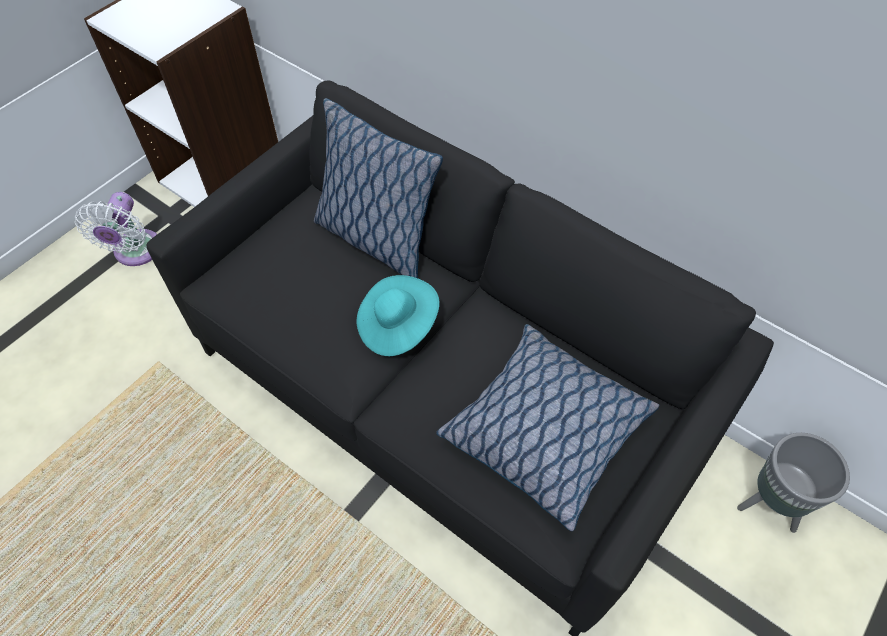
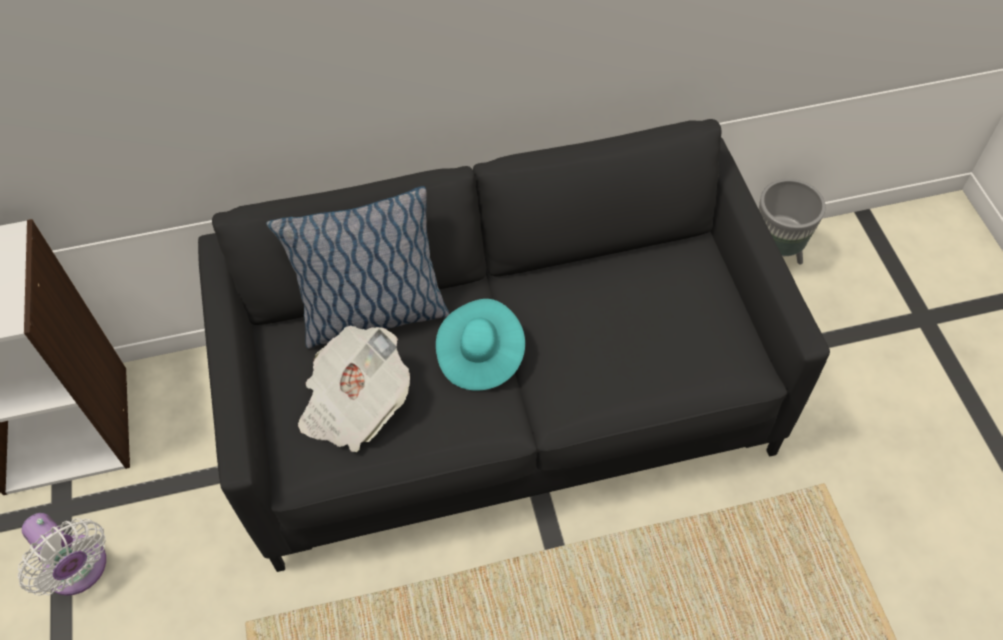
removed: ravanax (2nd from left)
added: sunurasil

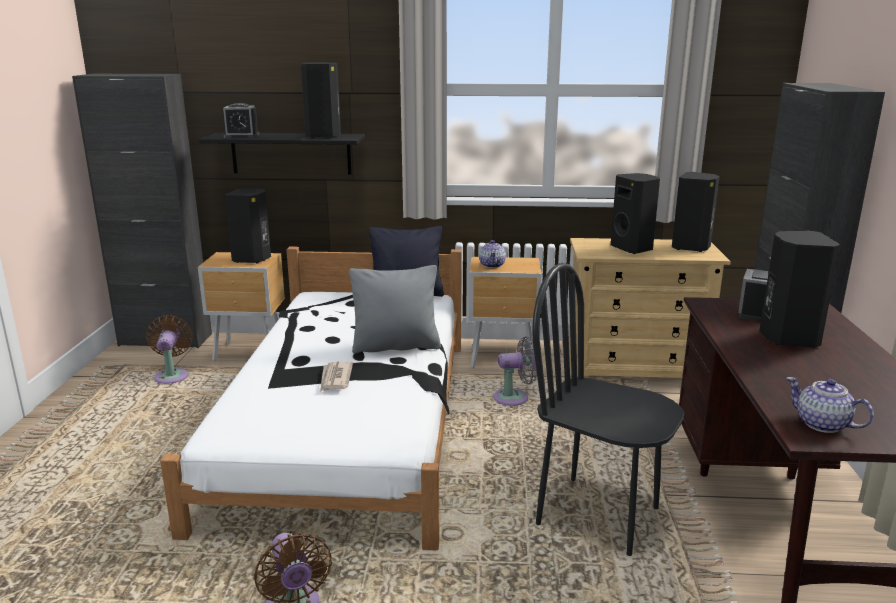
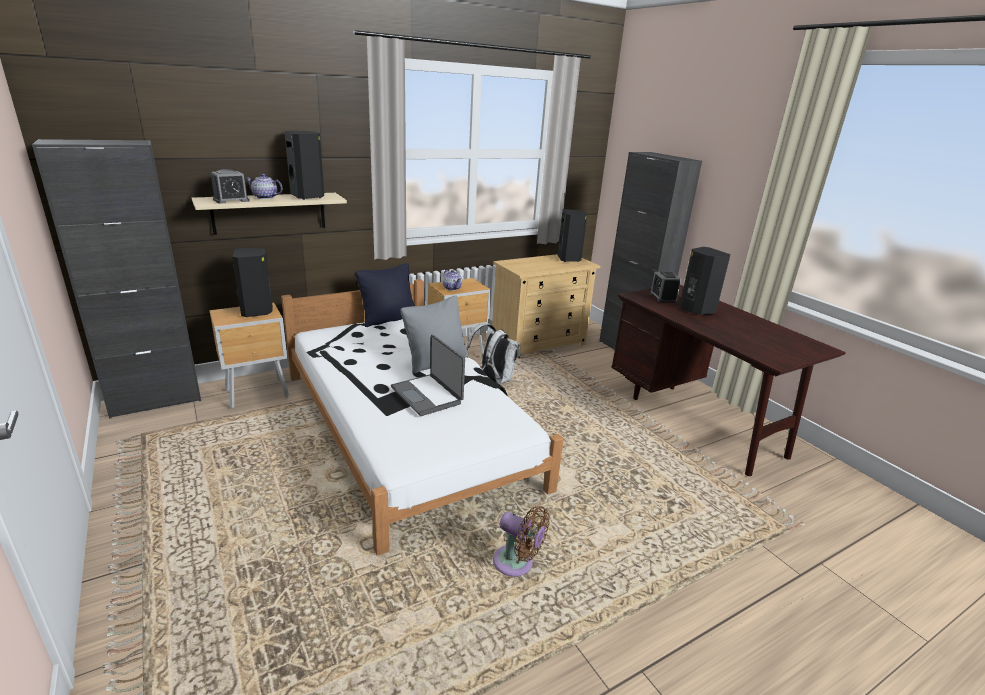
removed: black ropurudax (3rd from left); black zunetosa; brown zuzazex (1st from left)
moved: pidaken (2nd from left in the first image) to pidaken (1st from left)
replaced: grey zuzazex to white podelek; sunurasil to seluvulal
recoloured: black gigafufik to beige gigafufik

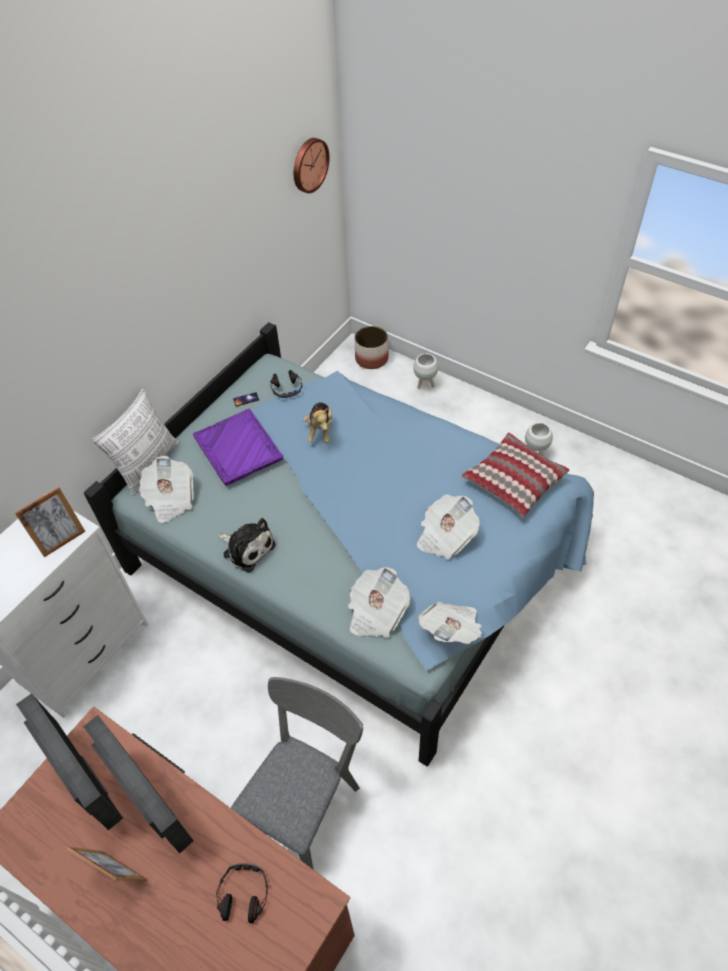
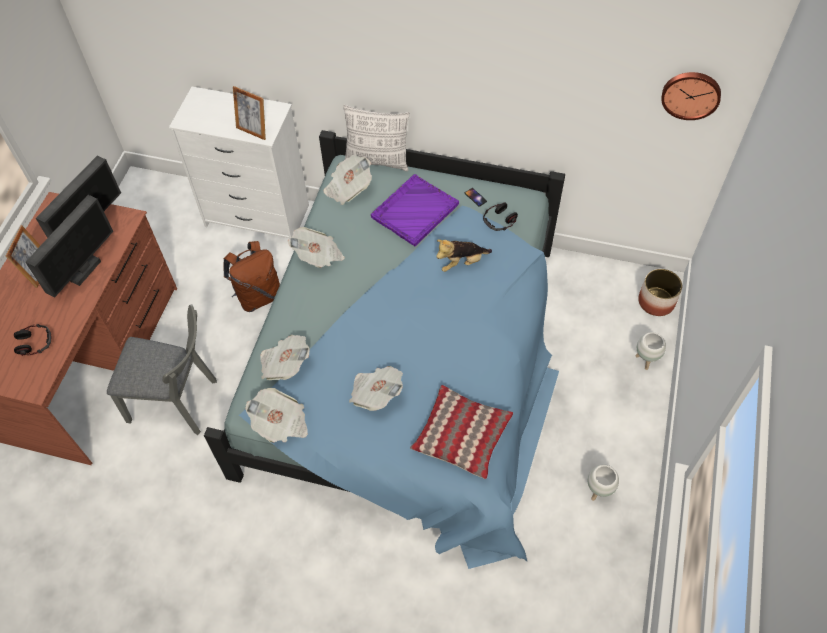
added: brown podelek
replaced: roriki (1st from left) to sunurasil (3rd from left)

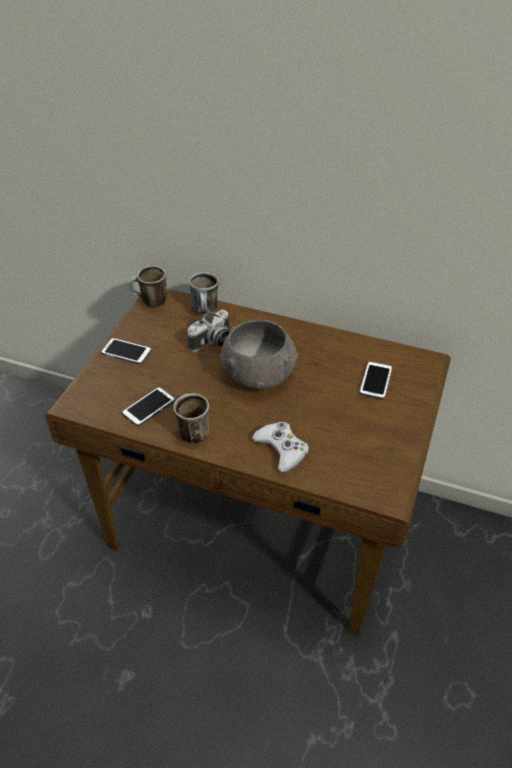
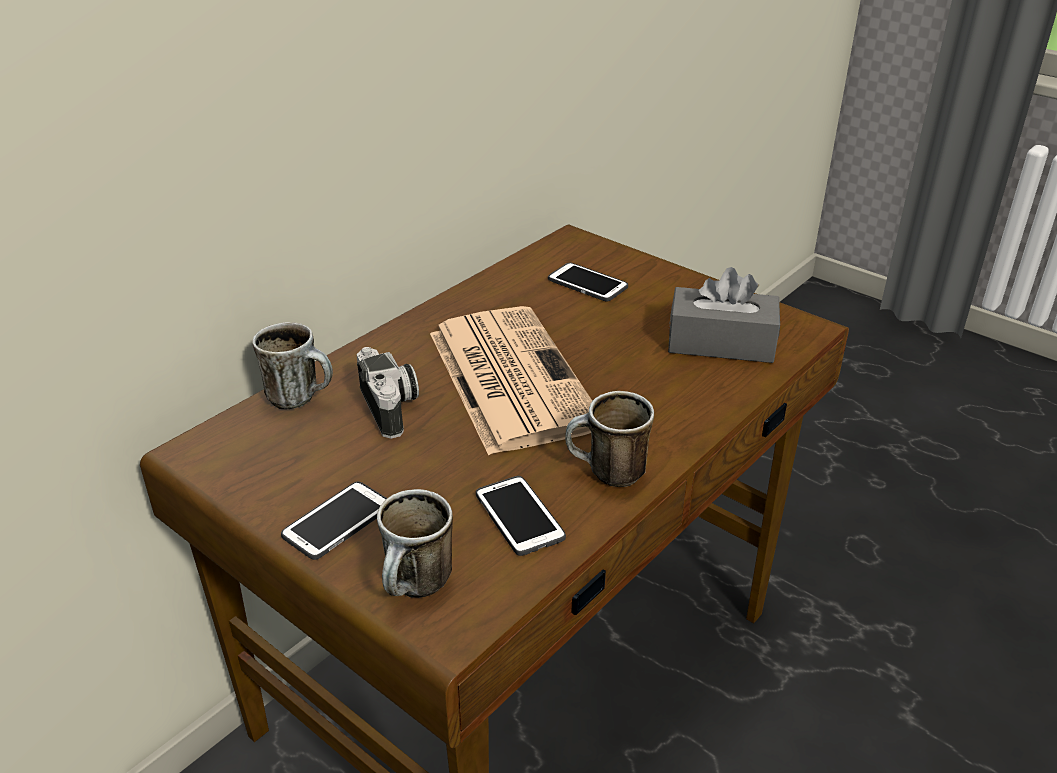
removed: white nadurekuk
added: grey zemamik
moved: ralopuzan (1st from left in the first image) to ralopuzan (2nd from left)
replaced: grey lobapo to sunurasil

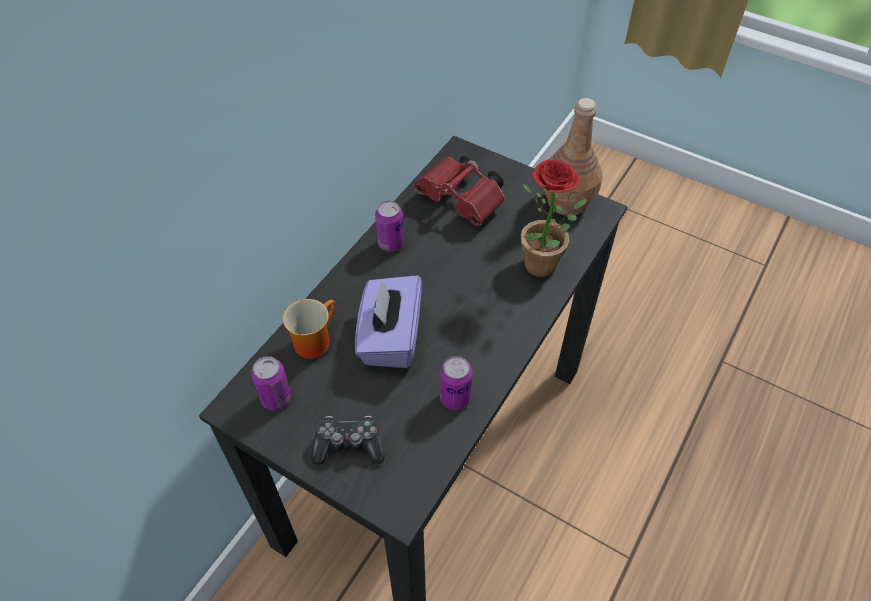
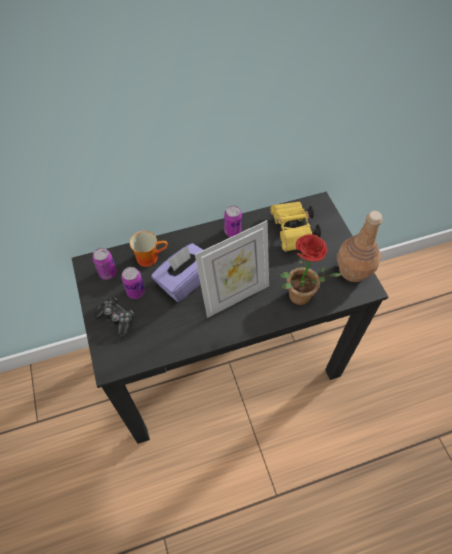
added: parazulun
moved: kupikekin (3rd from left in the first image) to kupikekin (2nd from left)
recoloured: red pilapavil to yellow pilapavil

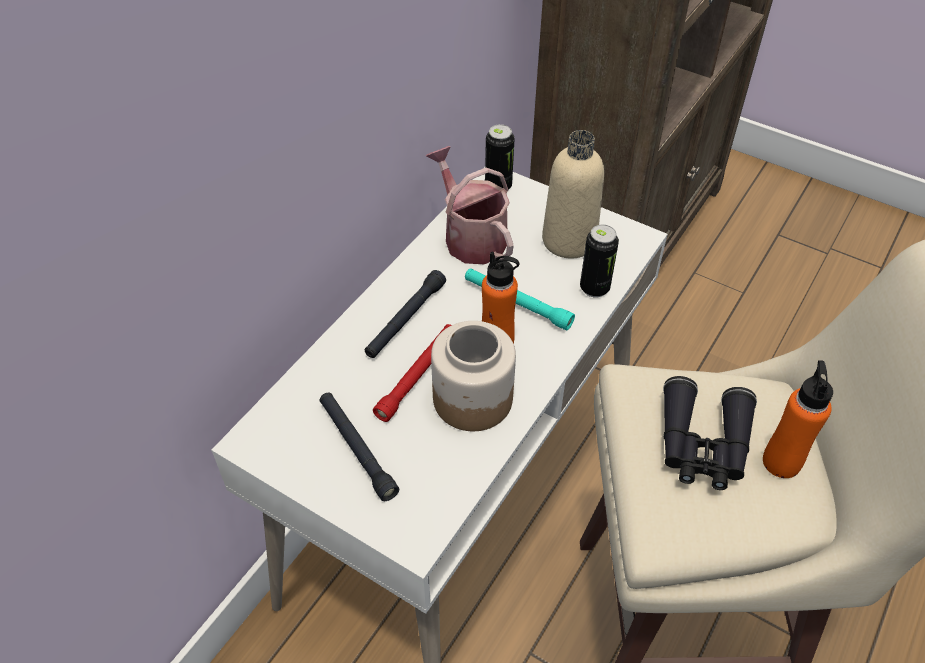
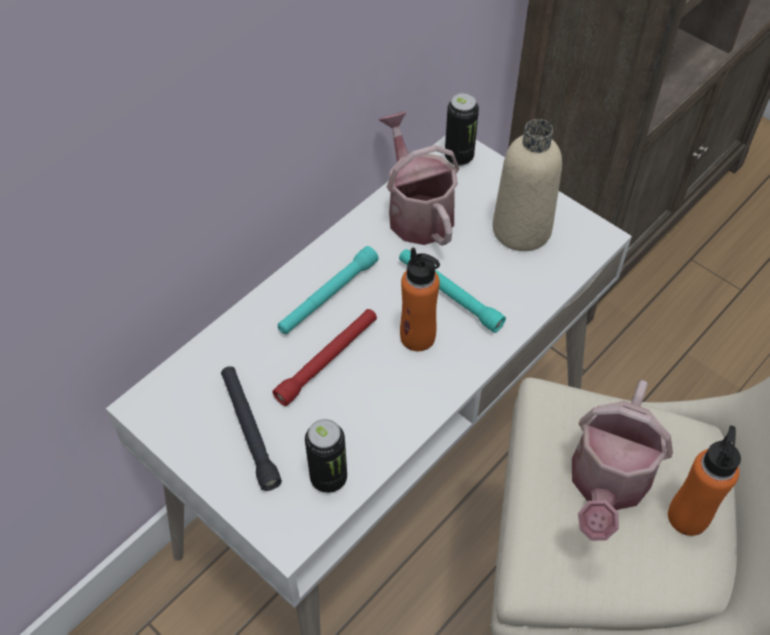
removed: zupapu
moved: kupikekin (2nd from left in the first image) to kupikekin (1st from left)
replaced: black pilapavil to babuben (2nd from left)
recoloured: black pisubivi (2nd from left) to turquoise pisubivi (1st from left)

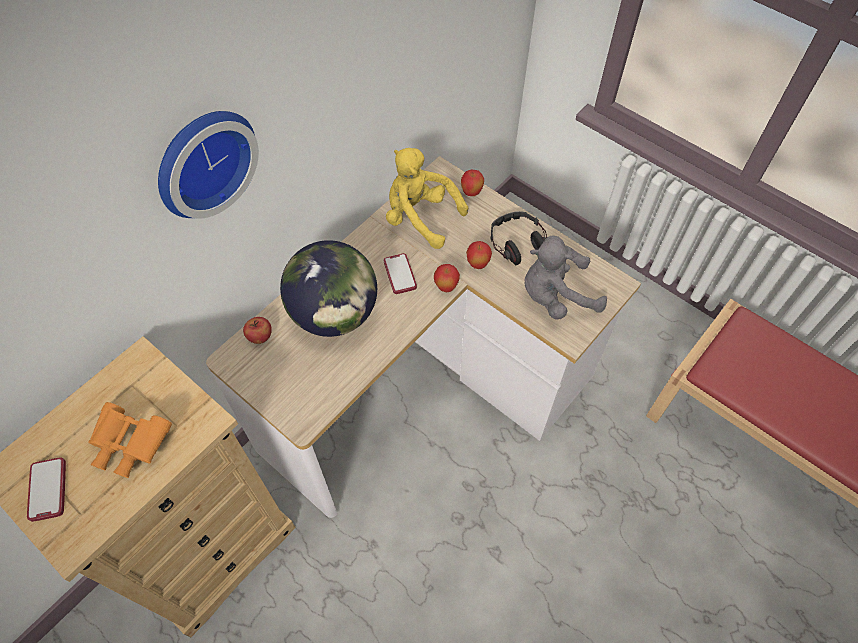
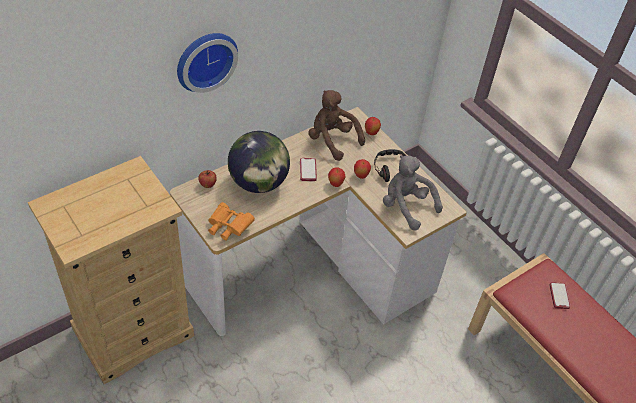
moved: orange pilapavil; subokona (1st from left in the first image) to subokona (2nd from left)
recoloured: yellow roriki to brown roriki
turned: grey roriki 45 degrees clockwise

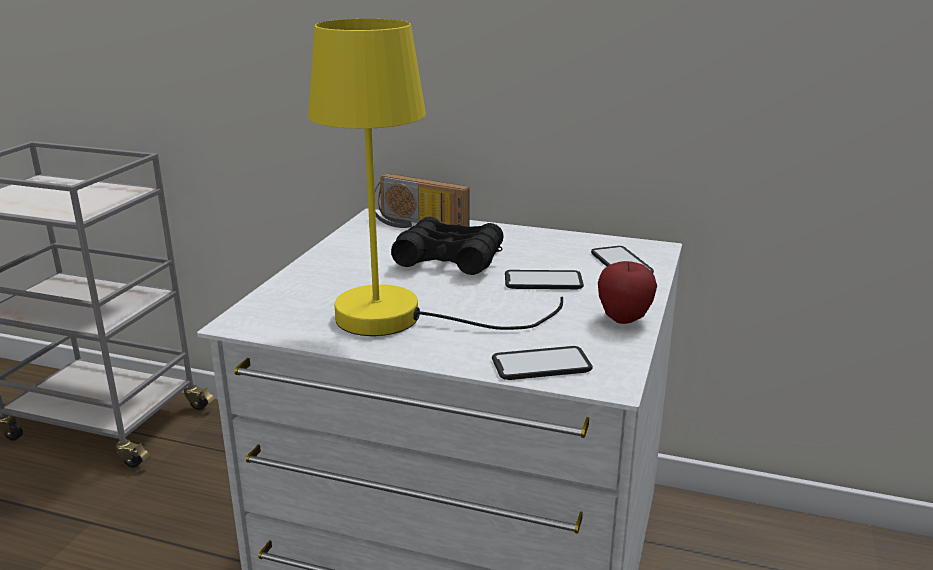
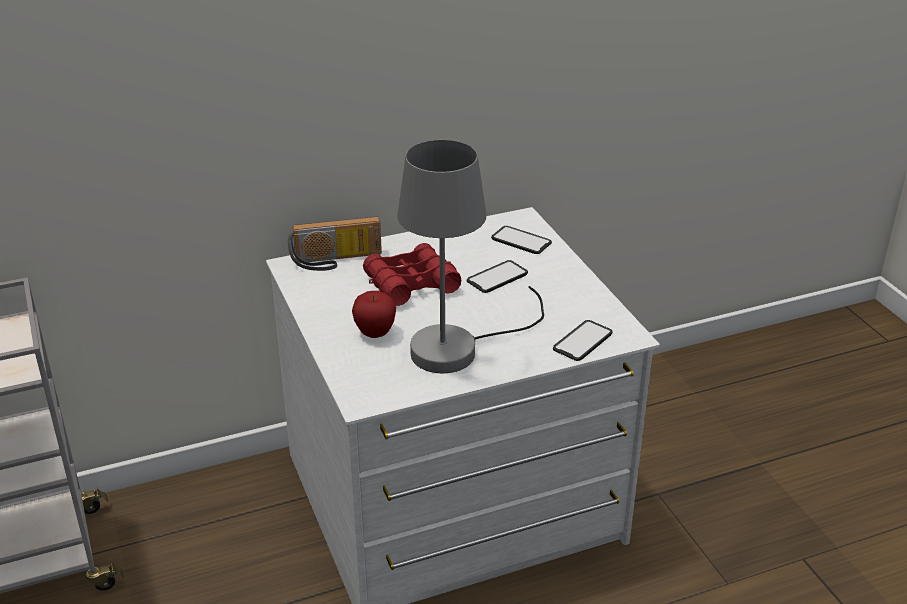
moved: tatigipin
recoloured: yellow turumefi to grey turumefi; black pilapavil to red pilapavil

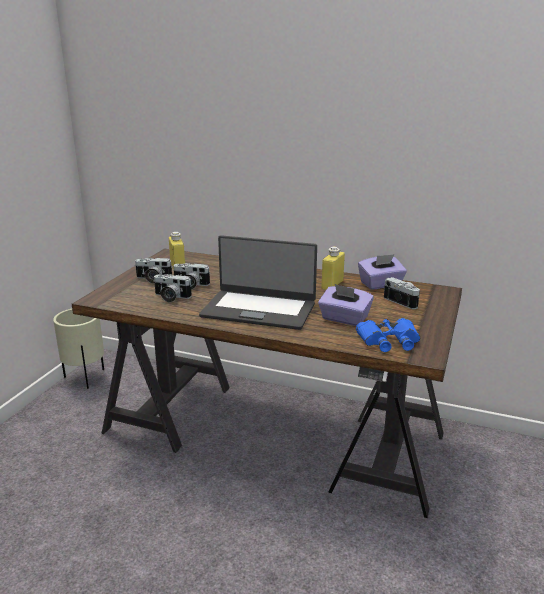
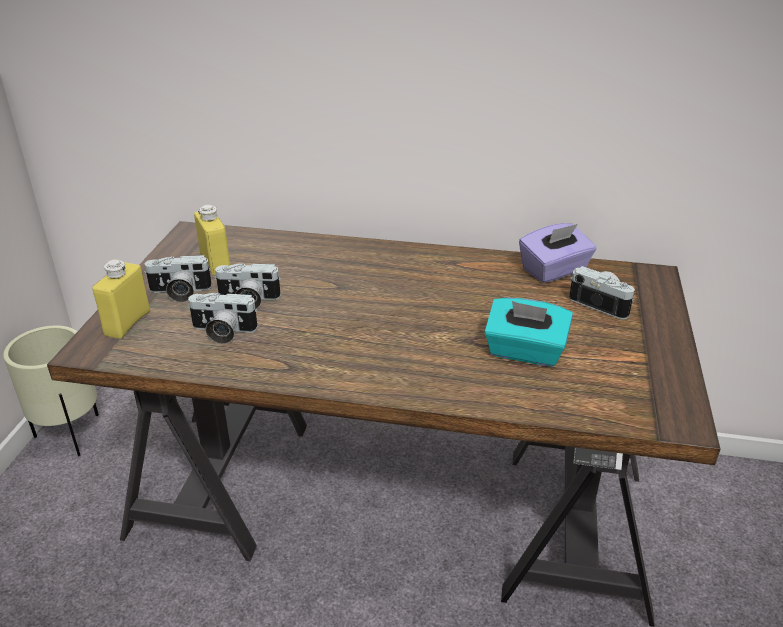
removed: seluvulal; blue pilapavil
moved: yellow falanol (2nd from left in the first image) to yellow falanol (1st from left)
recoloured: purple zemamik (1st from left) to turquoise zemamik

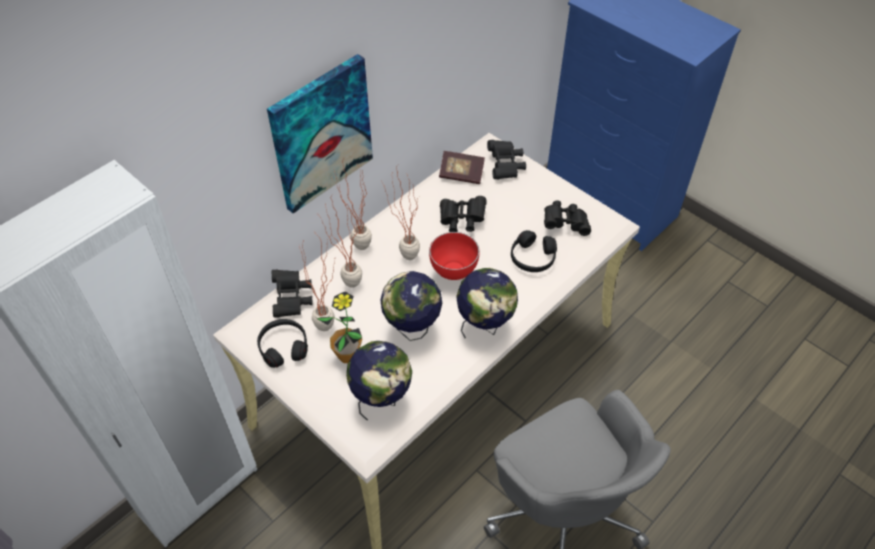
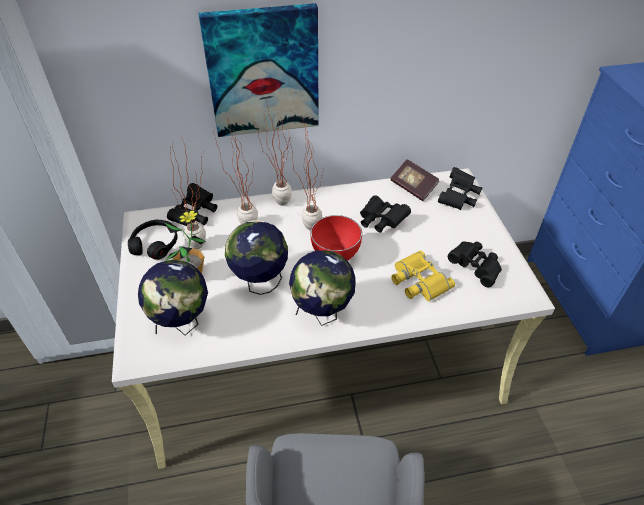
replaced: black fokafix (2nd from left) to yellow pilapavil

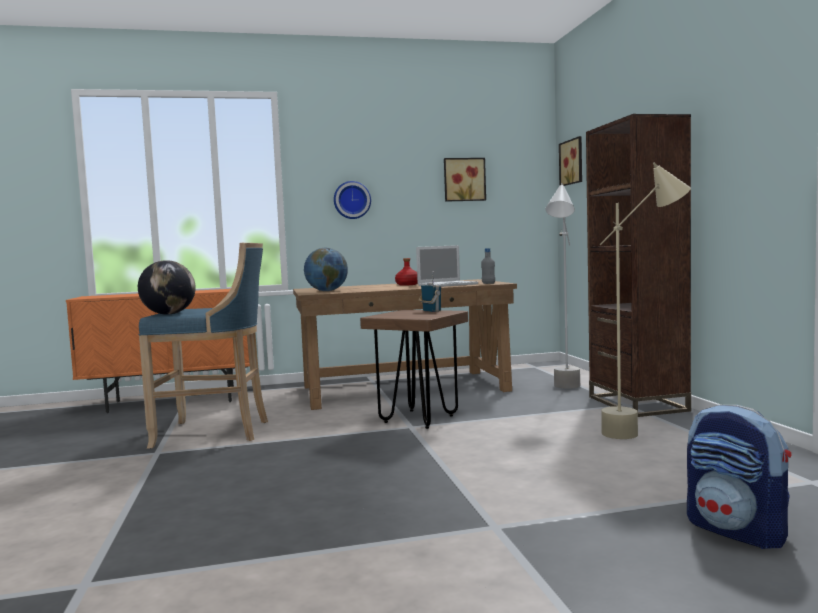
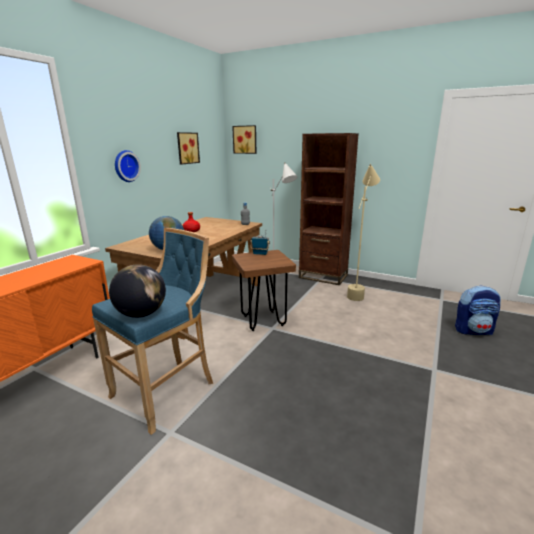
removed: seluvulal

